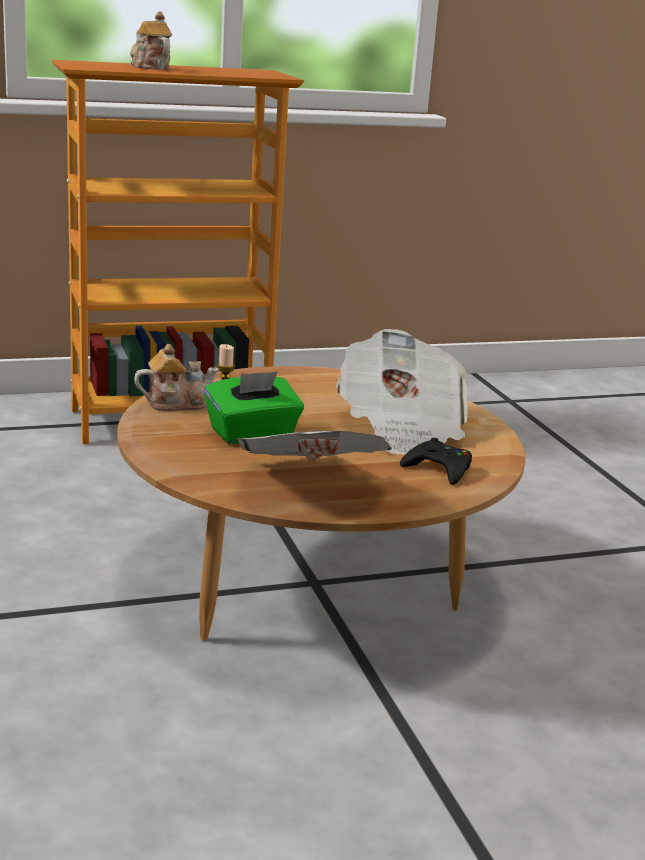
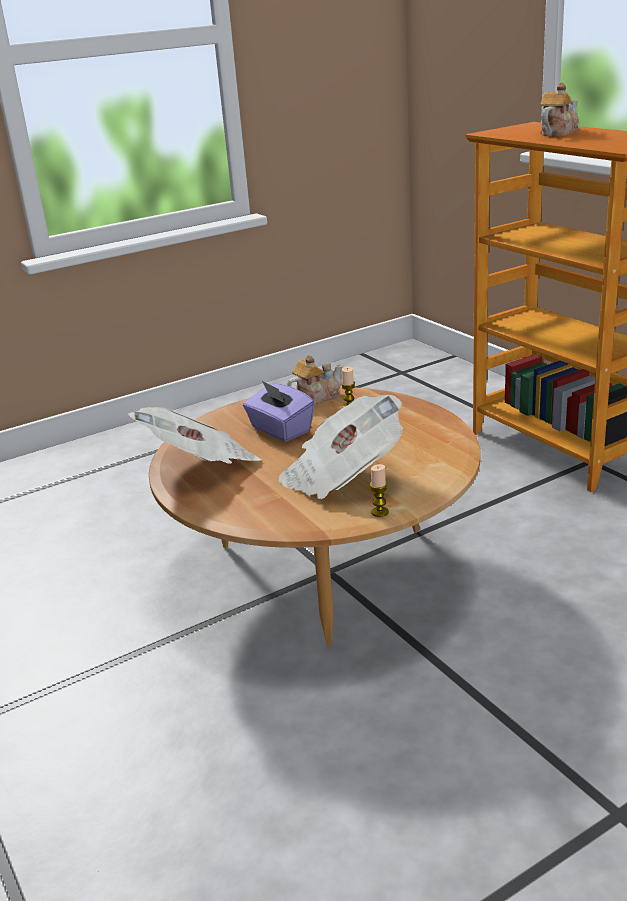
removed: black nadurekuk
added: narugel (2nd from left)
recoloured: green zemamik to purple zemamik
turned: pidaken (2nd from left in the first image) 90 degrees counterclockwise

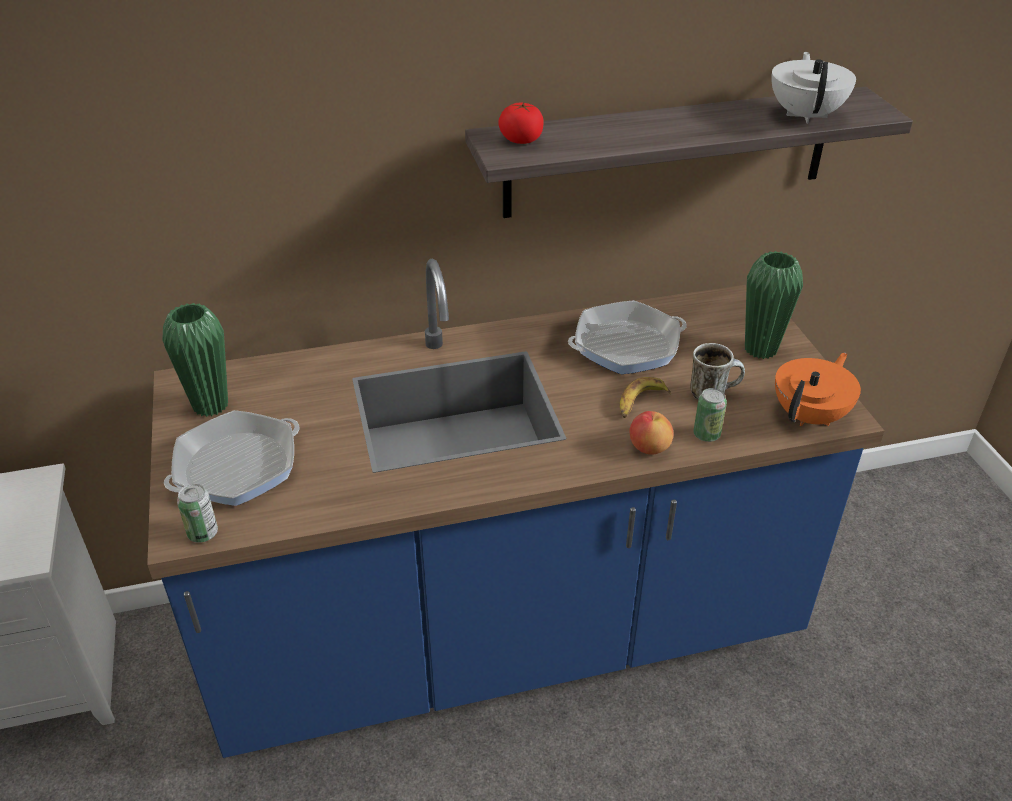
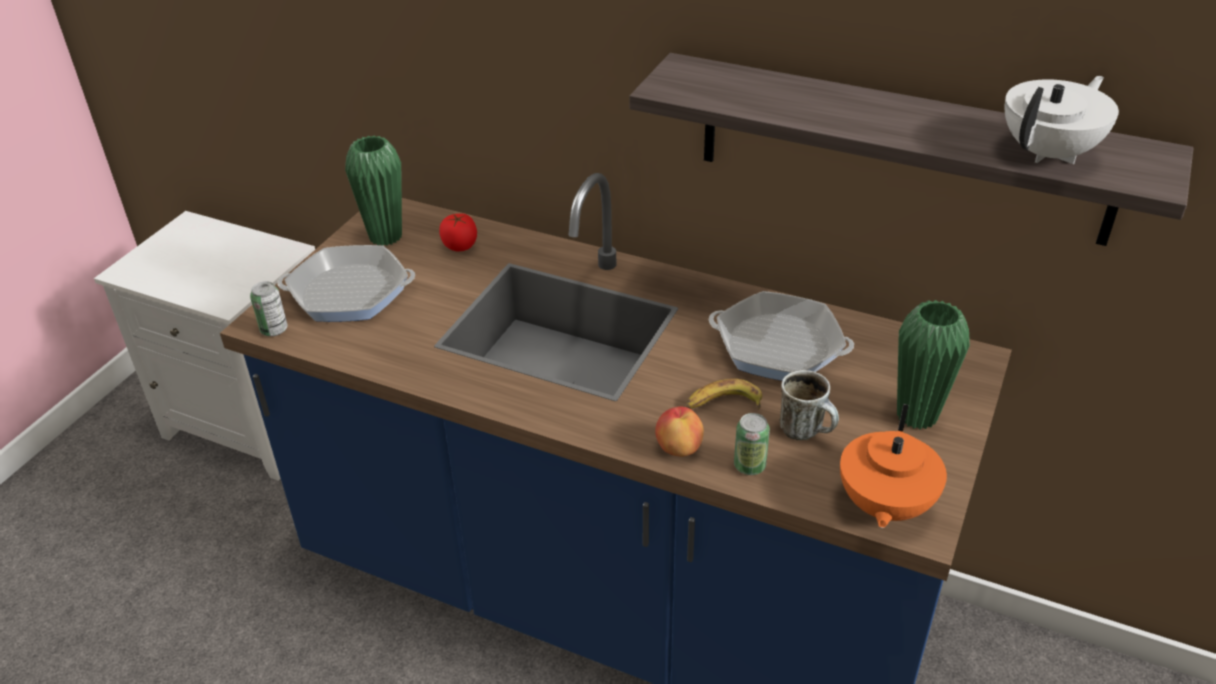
moved: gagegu
turned: orange pidaken 120 degrees clockwise

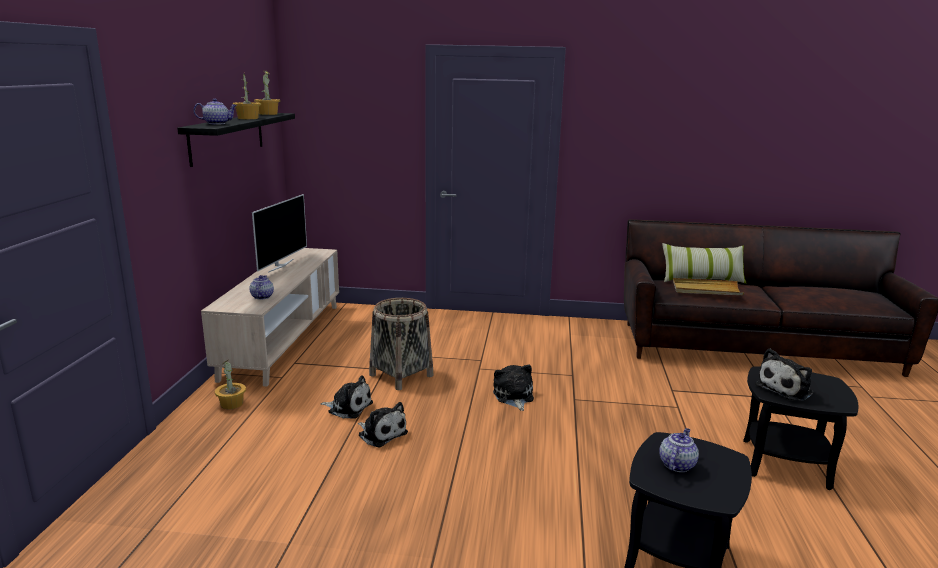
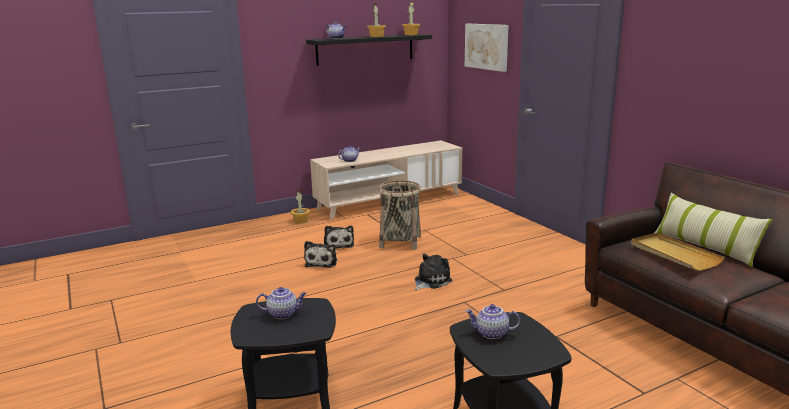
removed: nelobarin
added: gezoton
replaced: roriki (4th from left) to pidaken (4th from left)

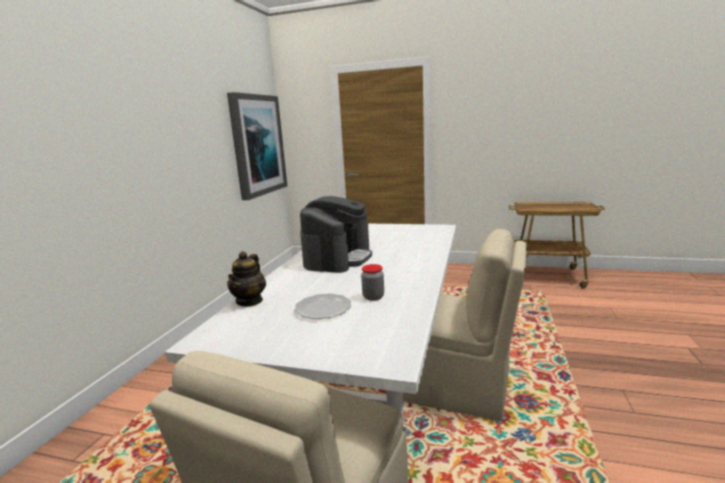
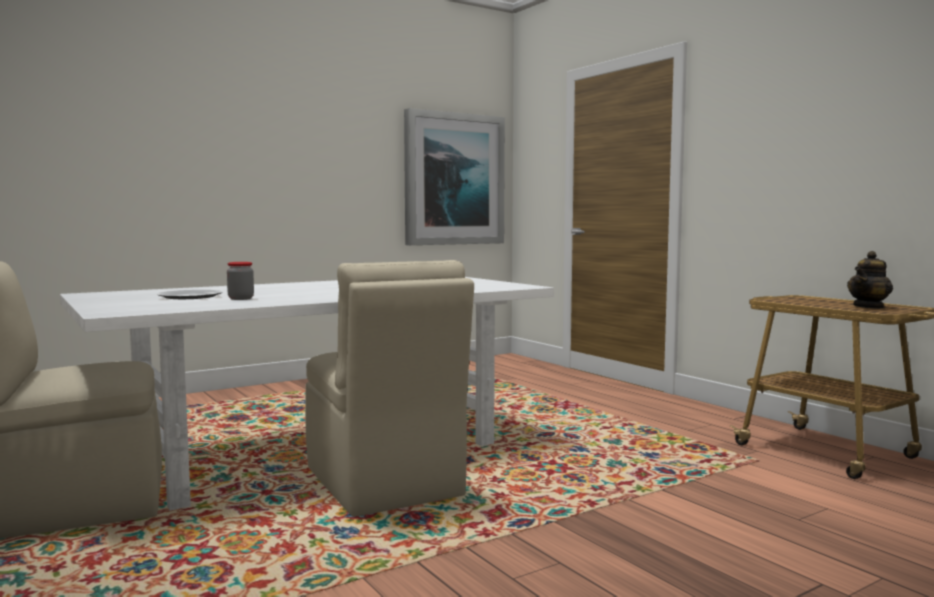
removed: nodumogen
moved: pidaken

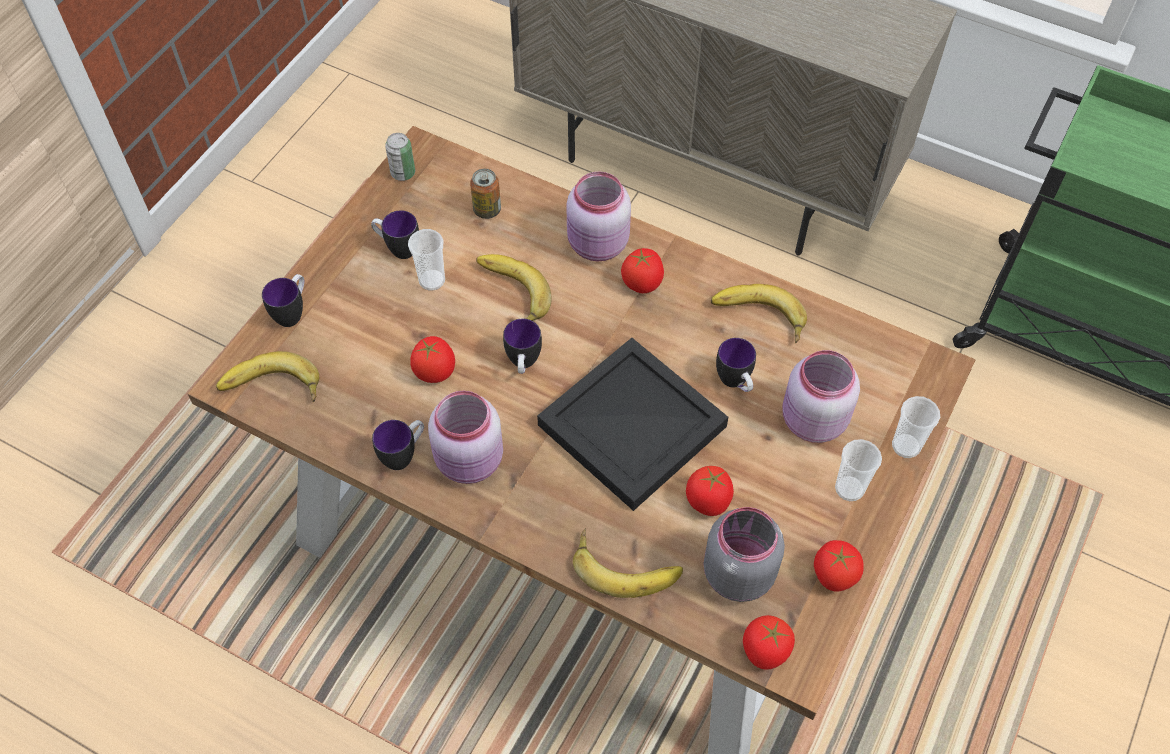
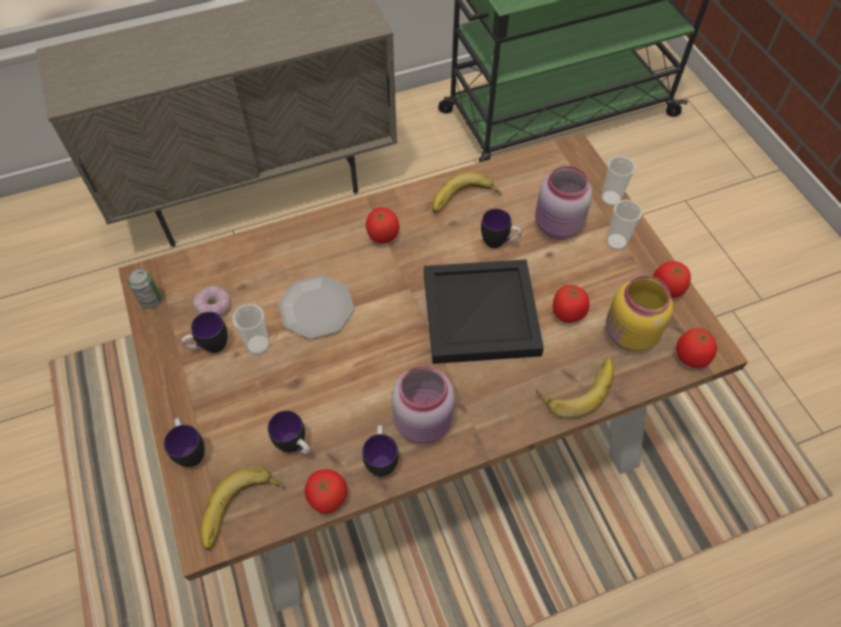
removed: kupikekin (2nd from left); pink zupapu (2nd from left)
added: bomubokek
moved: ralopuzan (4th from left in the first image) to ralopuzan (3rd from left); gagegu (1st from left)
replaced: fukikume (2nd from left) to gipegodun
recoloured: grey zupapu to yellow zupapu

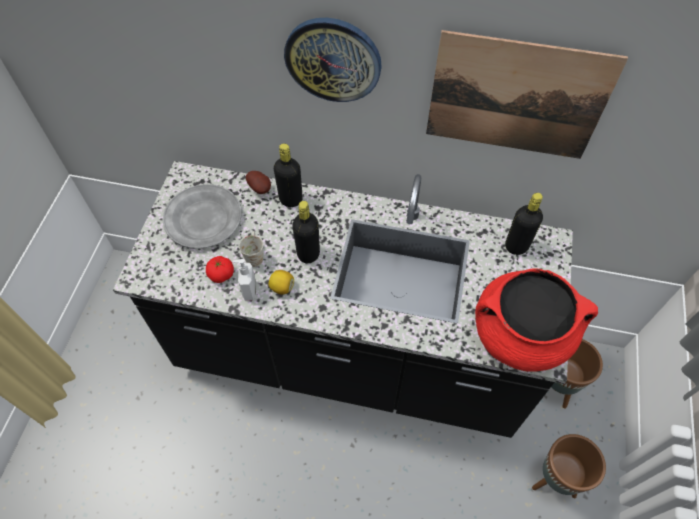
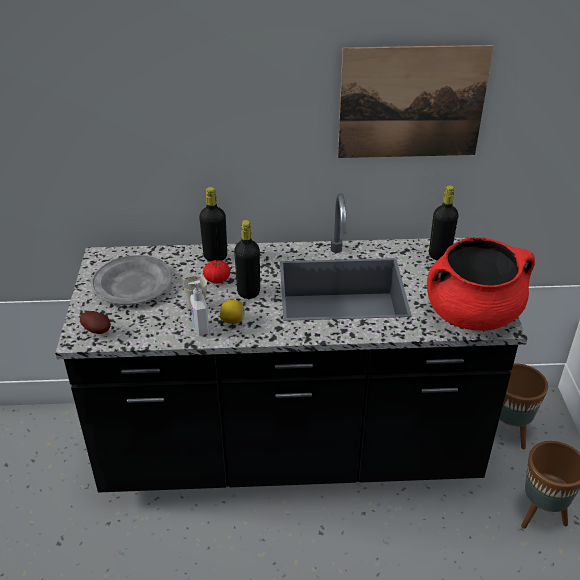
removed: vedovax
moved: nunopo; gagegu

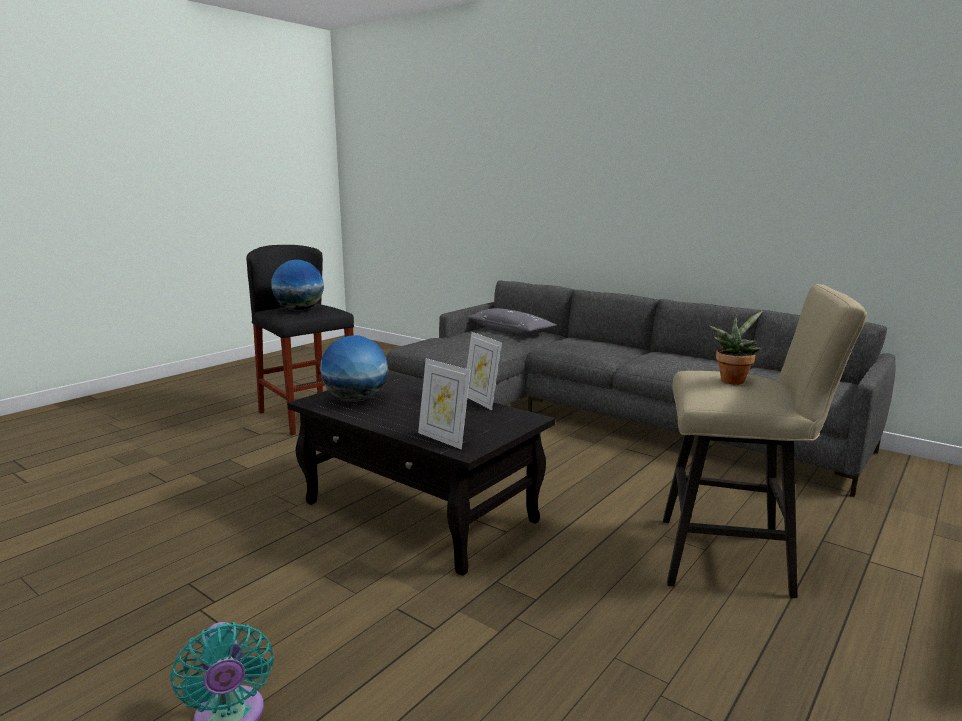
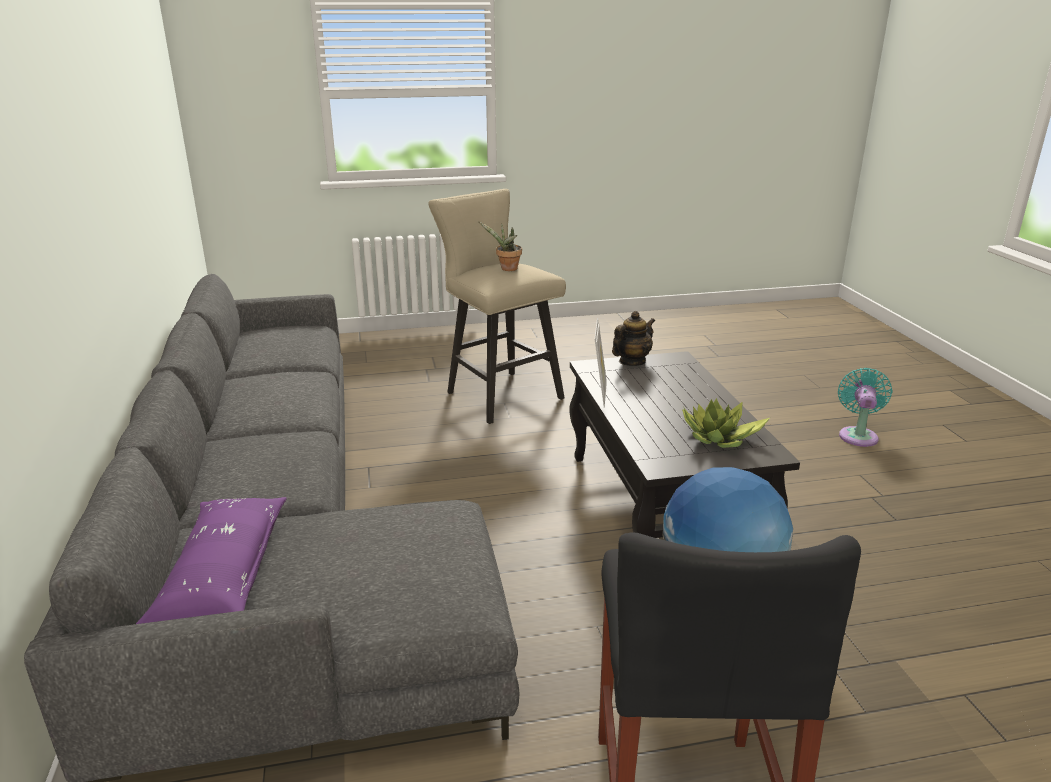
removed: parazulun (1st from left)
added: pidaken
replaced: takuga (2nd from left) to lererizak (2nd from left)
recoloured: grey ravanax to purple ravanax

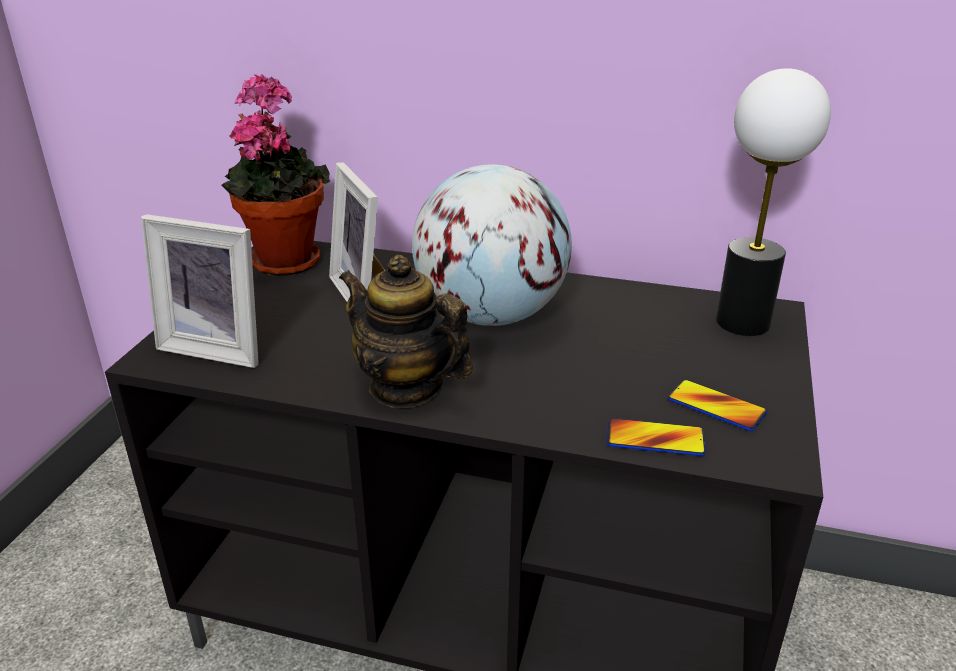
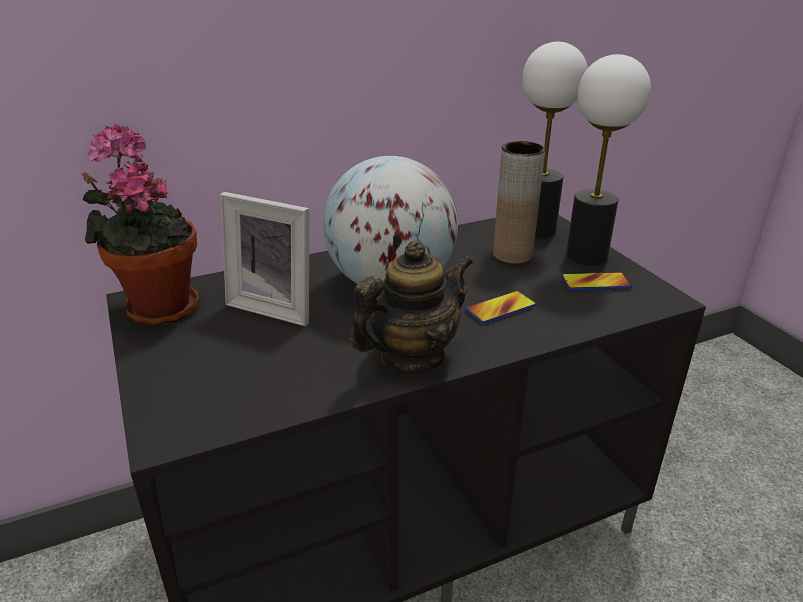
removed: parazulun (1st from left)
added: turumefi (2nd from left); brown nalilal
moved: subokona (1st from left)
turned: pidaken 150 degrees clockwise

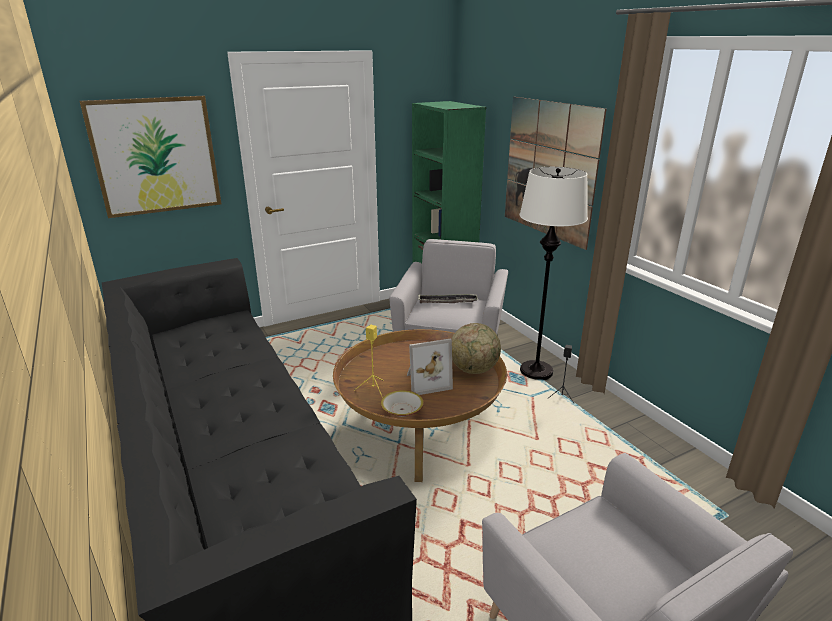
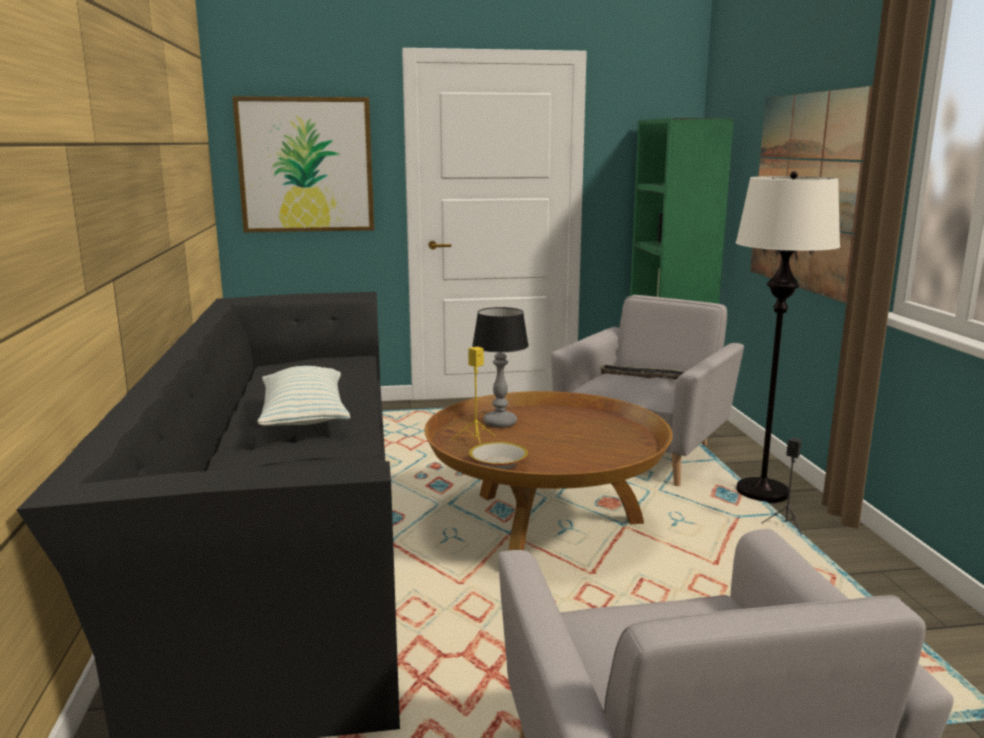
removed: takuga; parazulun
added: turumefi; ravanax

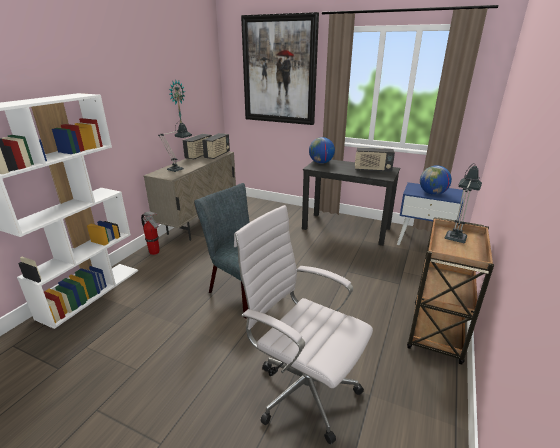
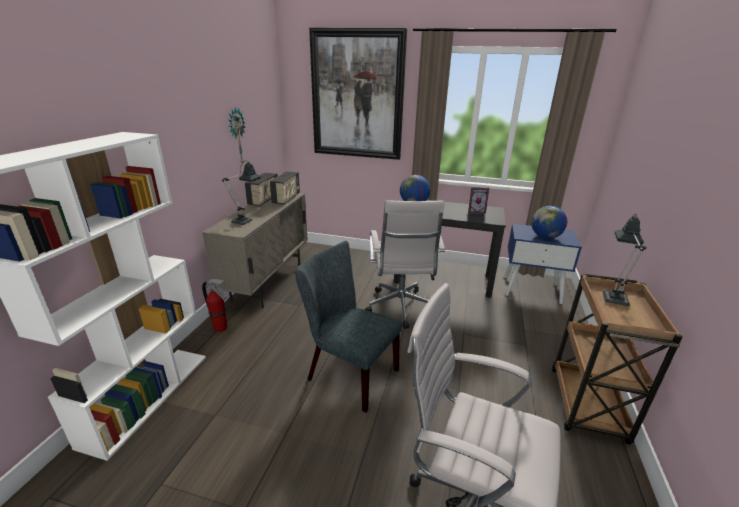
added: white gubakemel (1st from left)
replaced: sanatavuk (3rd from left) to parazulun

